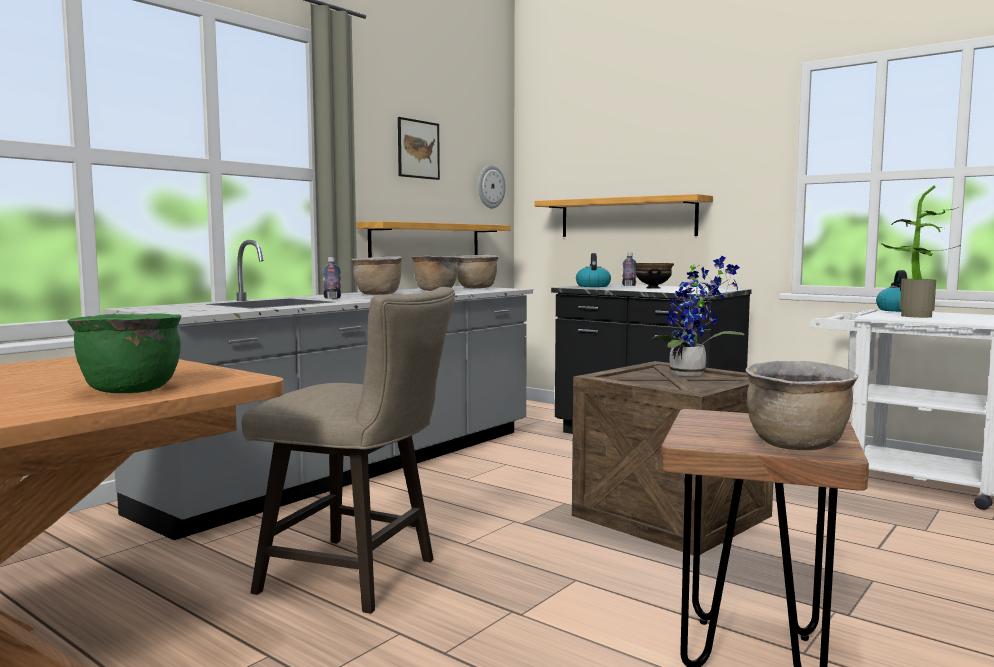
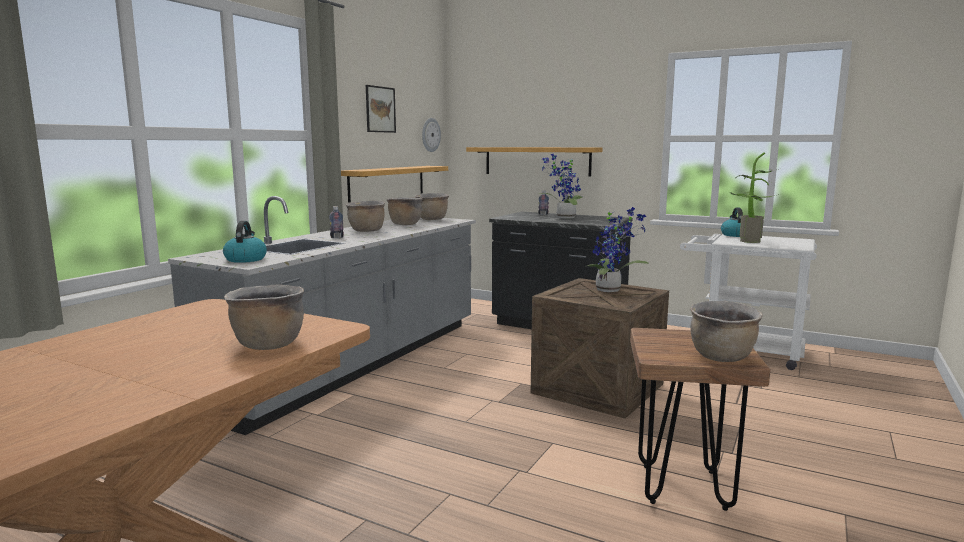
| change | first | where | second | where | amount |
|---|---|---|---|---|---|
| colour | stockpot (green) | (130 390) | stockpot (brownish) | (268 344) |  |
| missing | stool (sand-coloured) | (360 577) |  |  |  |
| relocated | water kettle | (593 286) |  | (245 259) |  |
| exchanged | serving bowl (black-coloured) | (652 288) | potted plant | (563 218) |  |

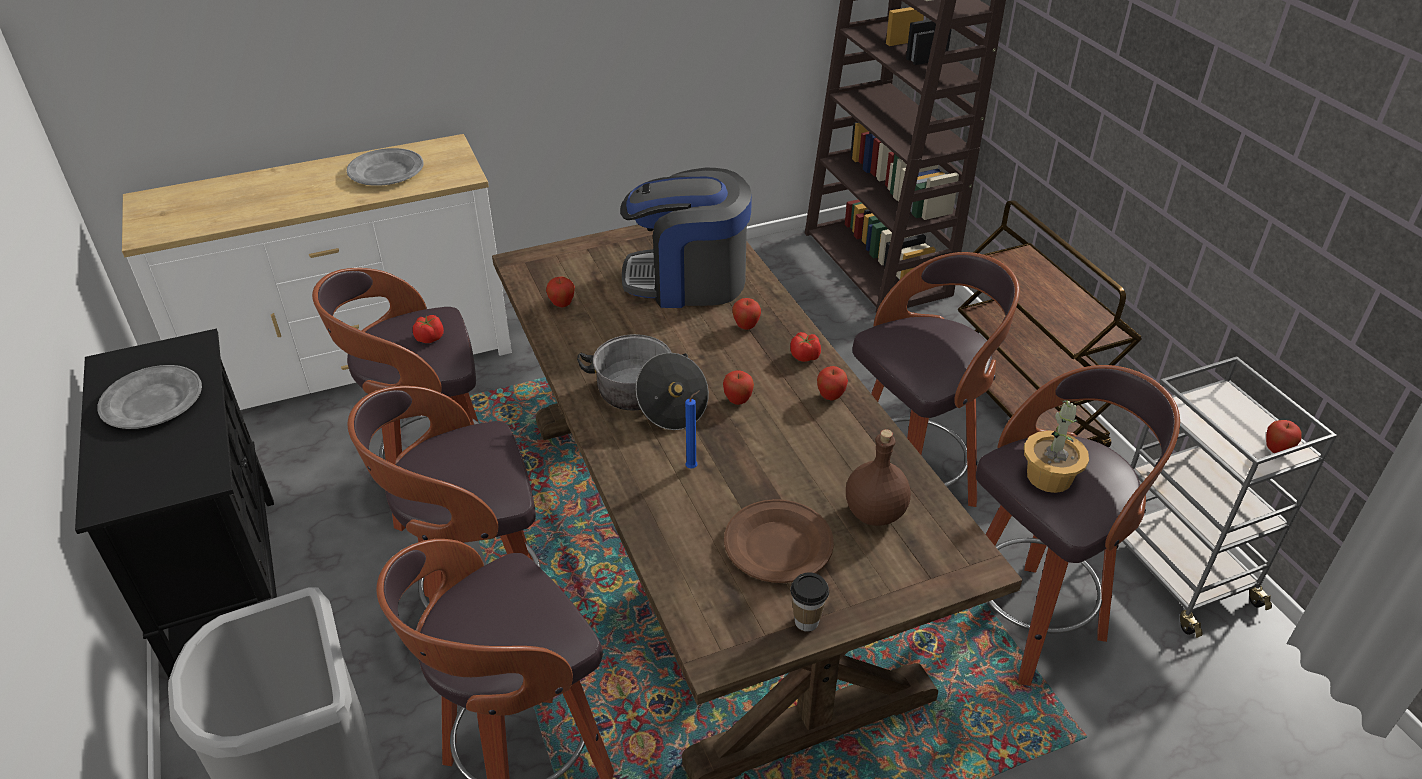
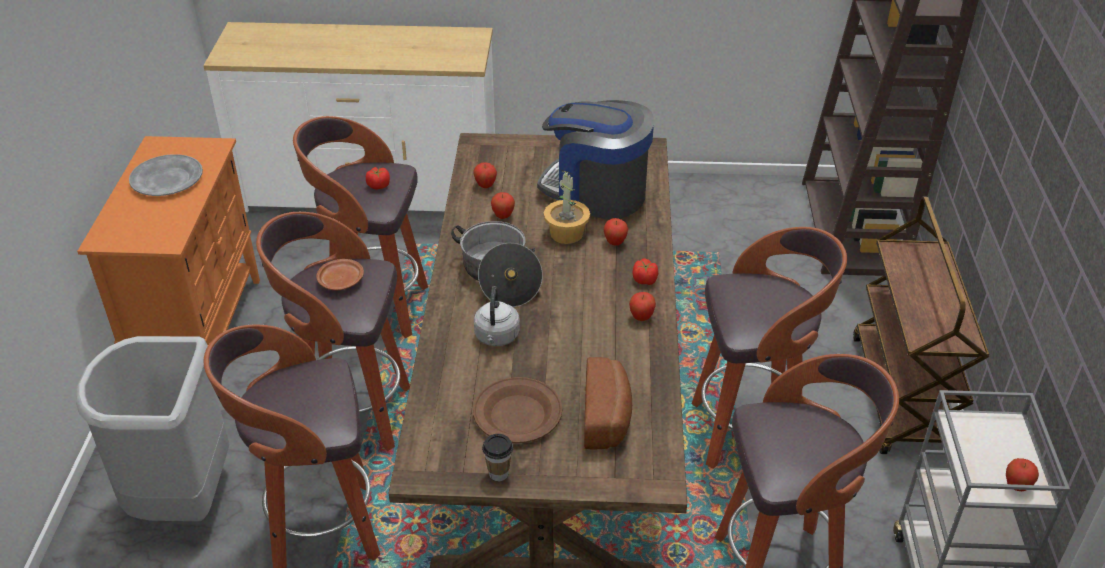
| change | first | where | second | where | amount |
|---|---|---|---|---|---|
| colour | cupboard (black-coloured) | (228 586) | cupboard (orange) | (200 332) |  |
| missing | dinner plate (gray) | (386 171) |  |  |  |
| exchanged | wax light (blue) | (693 467) | water kettle (gray) | (496 337) |  |
| relocated | whole apple | (738 401) |  | (503 216) |  |
| exchanged | bottle (brownish) | (875 514) | bakery bread | (608 417) |  |
| relocated | potted plant | (1049 477) |  | (566 234) |  |
| appeared |  |  | dinner plate (brownish) | (341 281) |  |

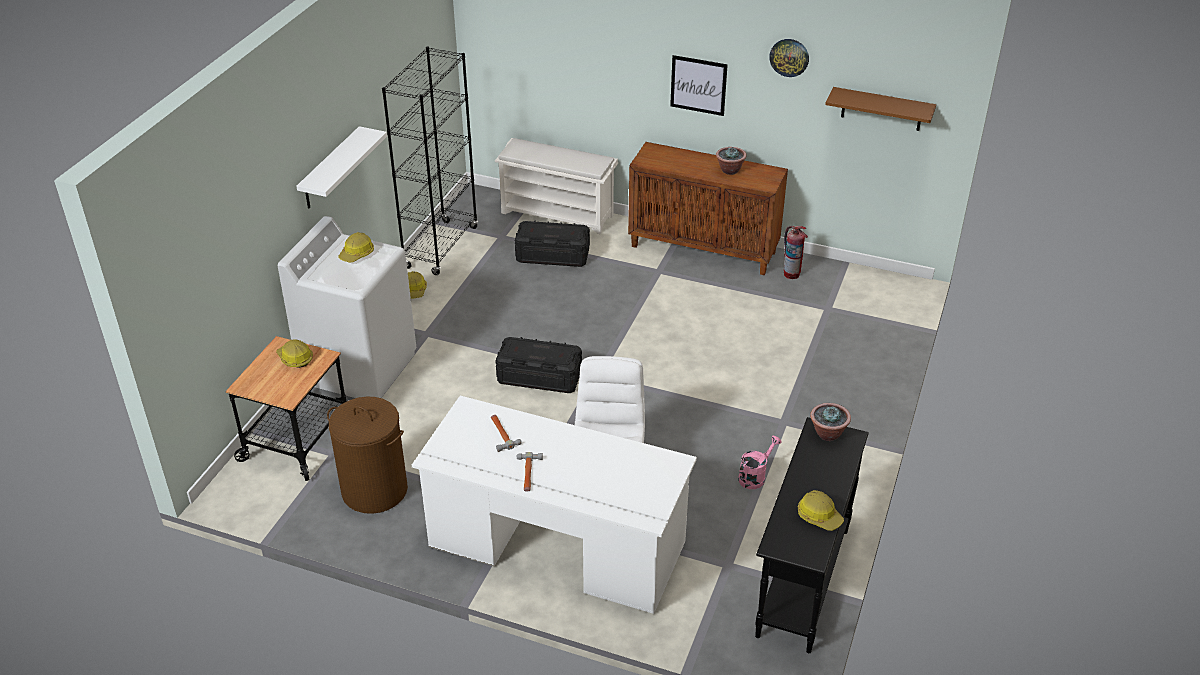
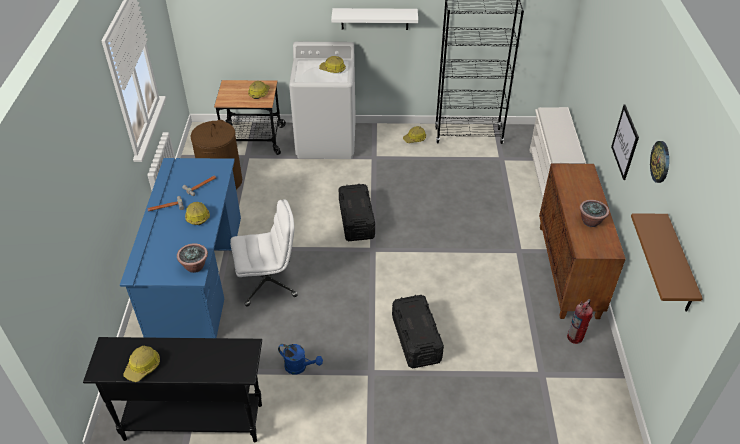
| change | first | where | second | where | amount |
|---|---|---|---|---|---|
| colour | desk (white) | (557 546) | desk (blue) | (196 274) |  |
| relocated | storage bin (black-coloured) | (552 255) |  | (416 339) |  |
| colour | watering pot (pinkish) | (755 476) | watering pot (blue) | (299 367) |  |
| relocated | potted plant | (827 433) |  | (195 266) |  |
| appeared |  |  | safety helmet | (197 216) |  |

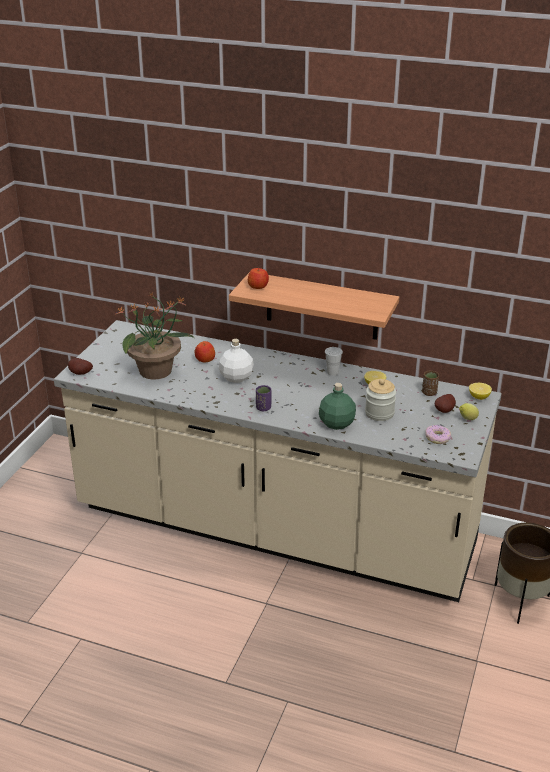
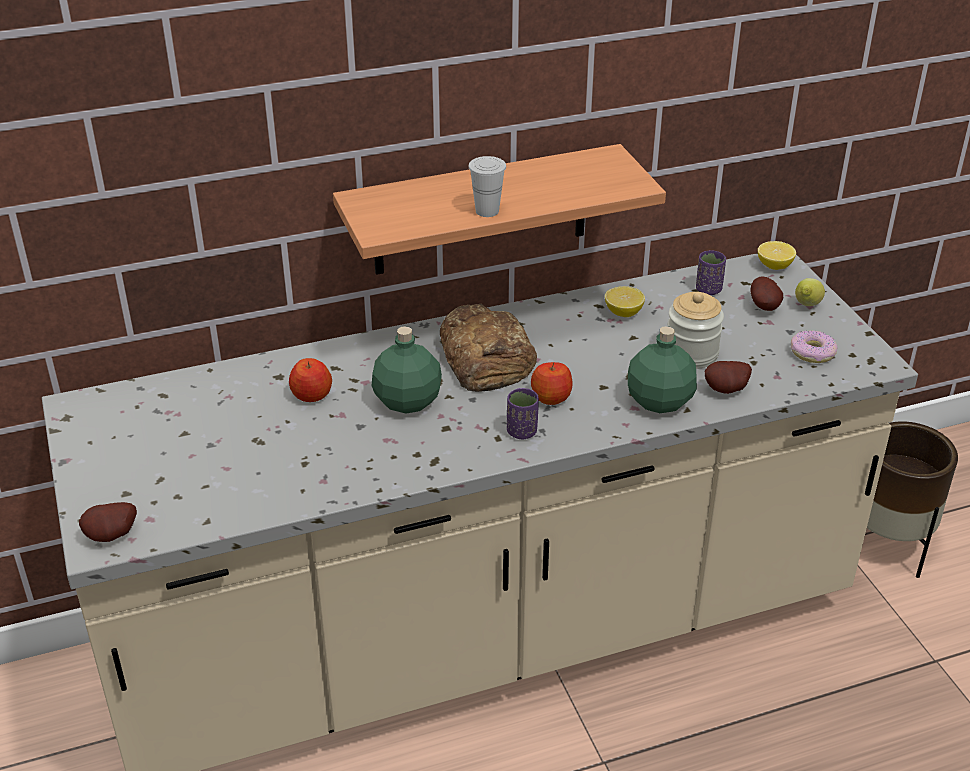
| change | first | where | second | where | amount |
|---|---|---|---|---|---|
| missing | potted plant | (156 371) |  |  |  |
| colour | bottle (white) | (236 377) | bottle (green) | (406 401) |  |
| relocated | whole apple | (258 286) |  | (551 397) |  |
| relocated | small cup (white) | (332 372) |  | (487 211) |  |
| colour | small cup (brownish) | (429 393) | small cup (purple) | (708 289) |  |
| appeared |  |  | bakery bread | (486 358) |  |
| appeared |  |  | whole potato | (727 391) |  |

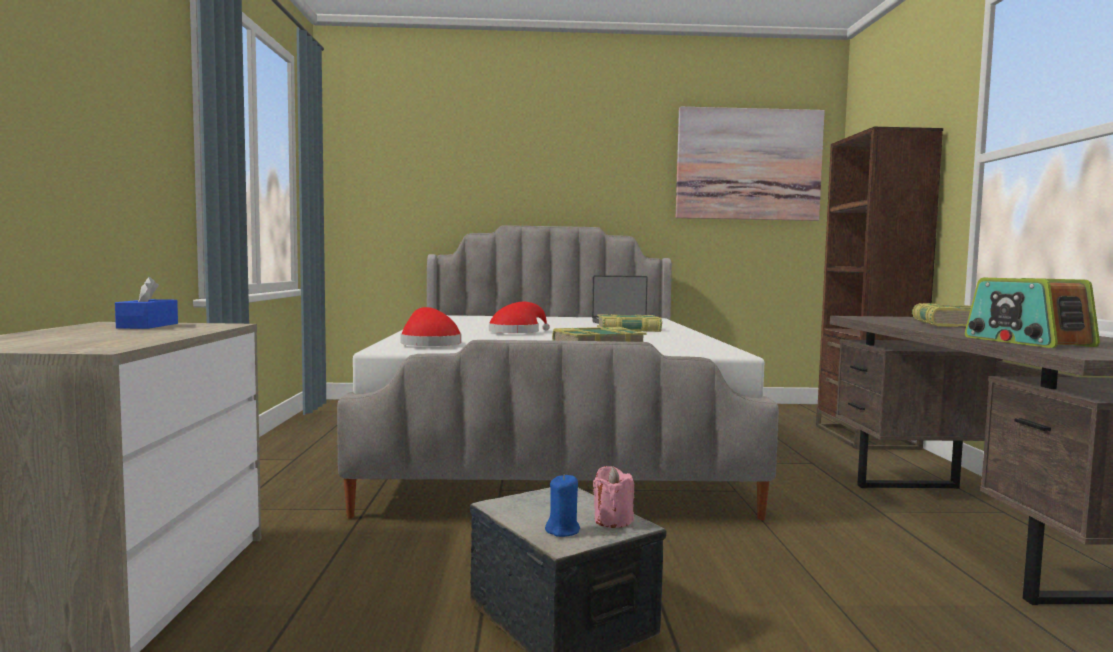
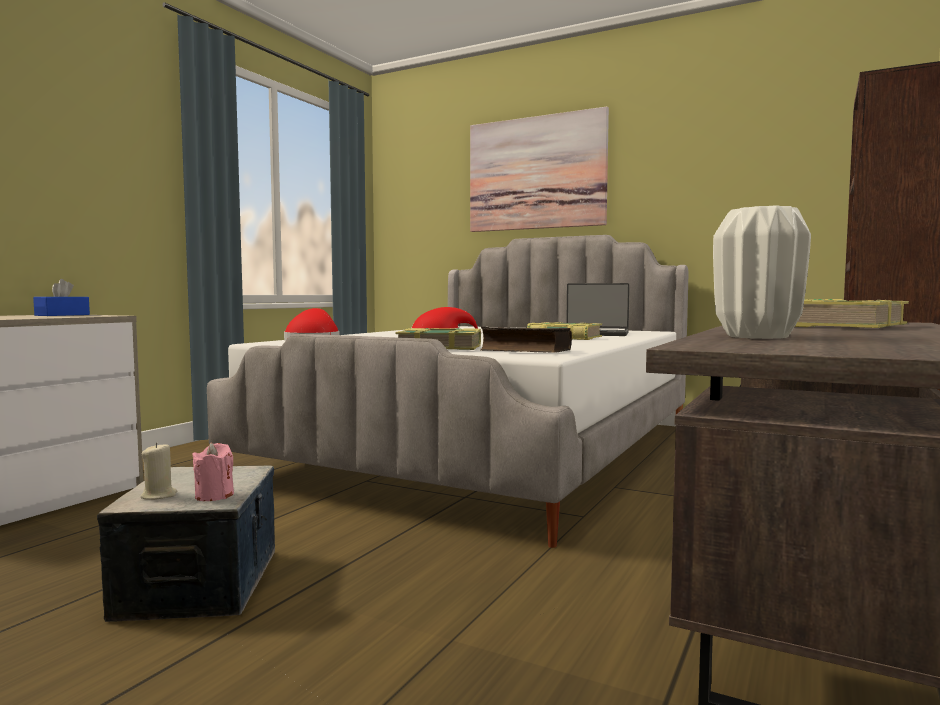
| change | first | where | second | where | amount |
|---|---|---|---|---|---|
| colour | wax light (blue) | (563 531) | wax light (sand-coloured) | (159 495) |  |
| relocated | wall art | (748 164) |  | (536 173) |  |
| exchanged | radio receiver | (1026 342) | vase (white) | (758 337) |  |
| appeared |  |  | volume | (525 351) |  |

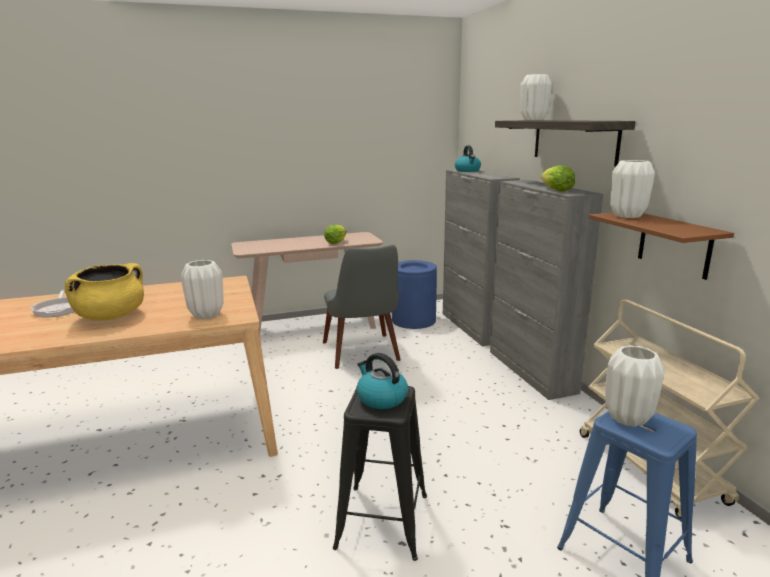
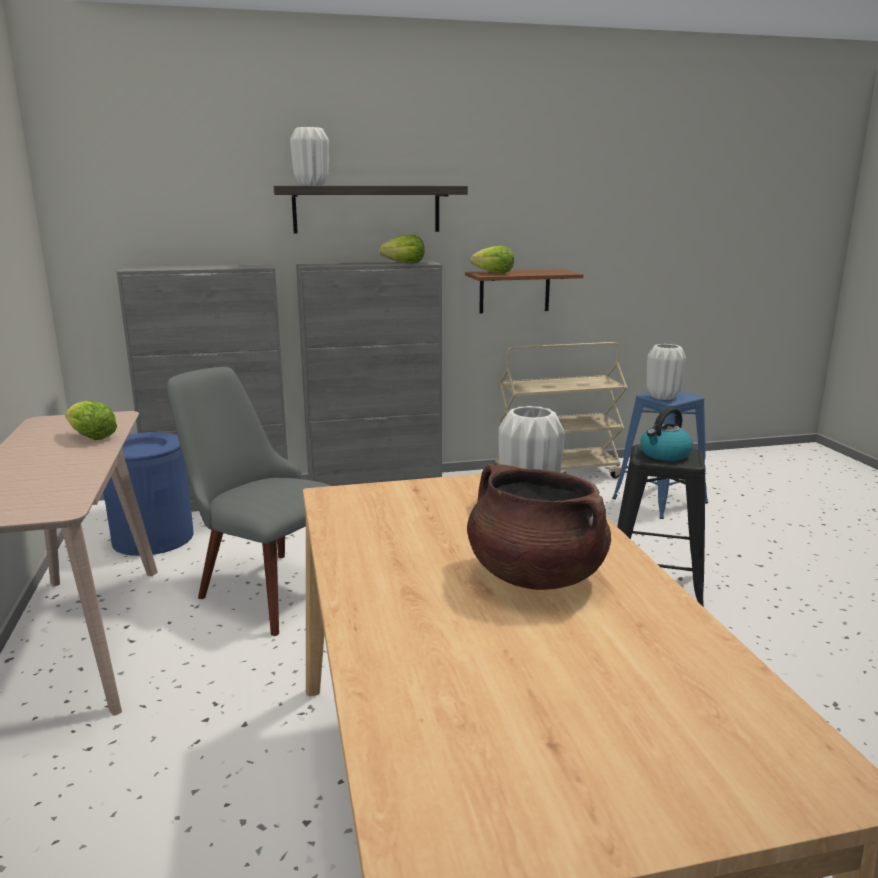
| change | first | where | second | where | amount |
|---|---|---|---|---|---|
| missing | skillet | (59 309) |  |  |  |
| colour | stockpot (yellow-coloured) | (111 316) | stockpot (brownish) | (534 575) |  |
| spun | upright chair (gray) | (364 355) |  | (265 585) | 135 degrees counterclockwise |
| missing | water kettle | (467 171) |  |  |  |
| exchanged | vase (white) | (627 216) | lettuce head | (494 273) |  |

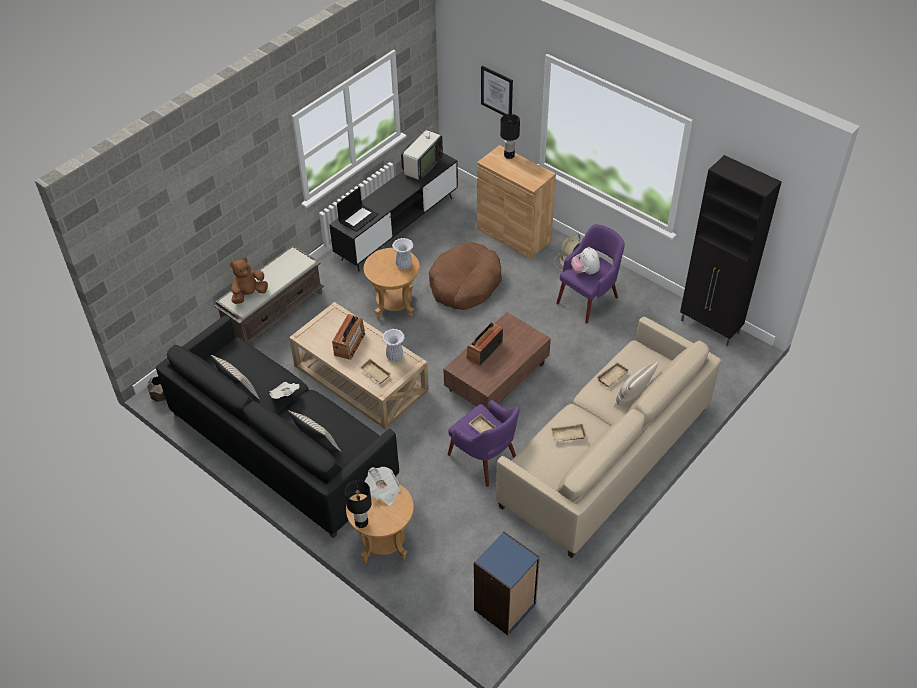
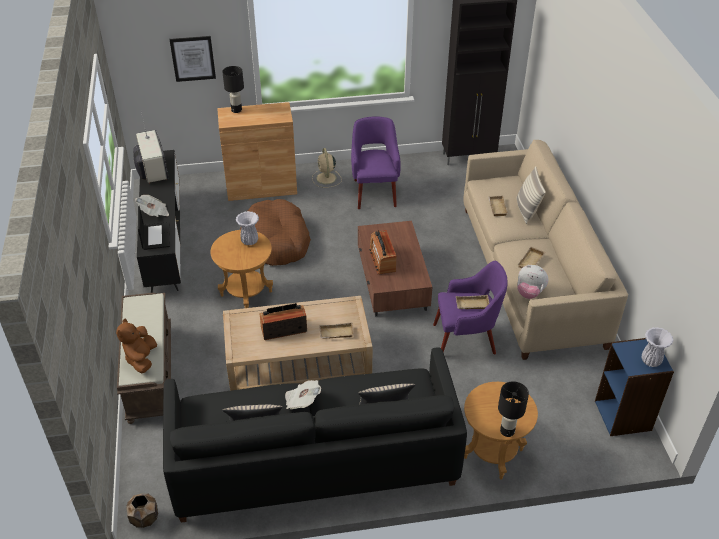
| change | first | where | second | where | amount |
|---|---|---|---|---|---|
| spun | radio receiver | (349 344) |  | (284 329) | 75 degrees counterclockwise |
| relocated | printed paper | (383 491) |  | (154 213) |  |
| relocated | vase (white) | (395 356) |  | (650 361) |  |
| relocated | soft toy | (585 271) |  | (529 293) |  |

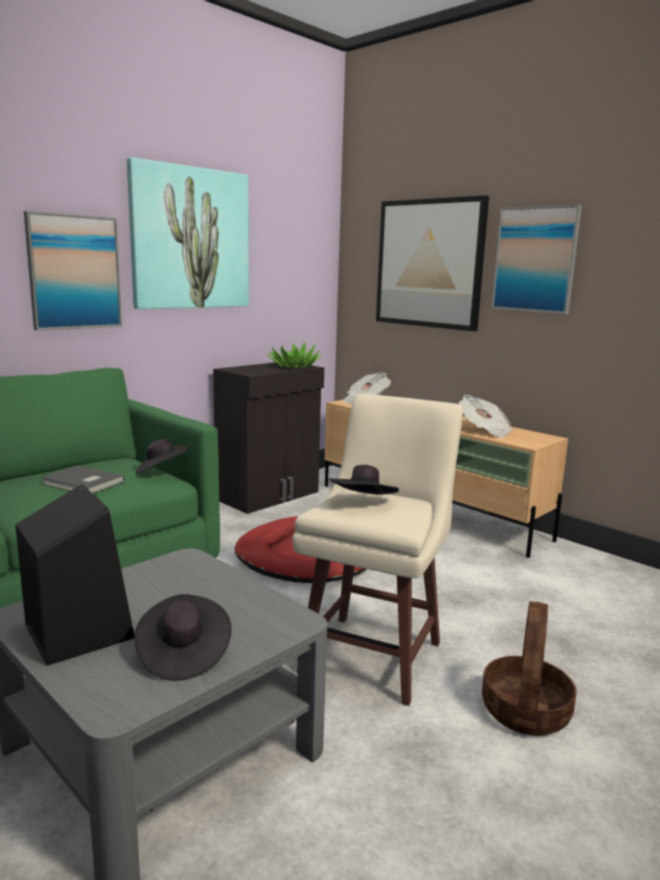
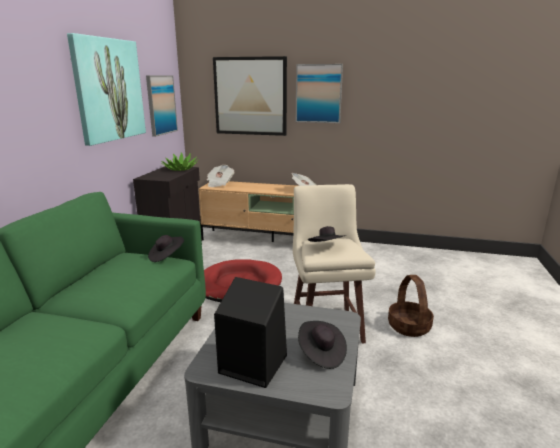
| change | first | where | second | where | amount |
|---|---|---|---|---|---|
| relocated | wall art | (74 272) |  | (161 105) |  |
| missing | volume (gray) | (82 483) |  |  |  |

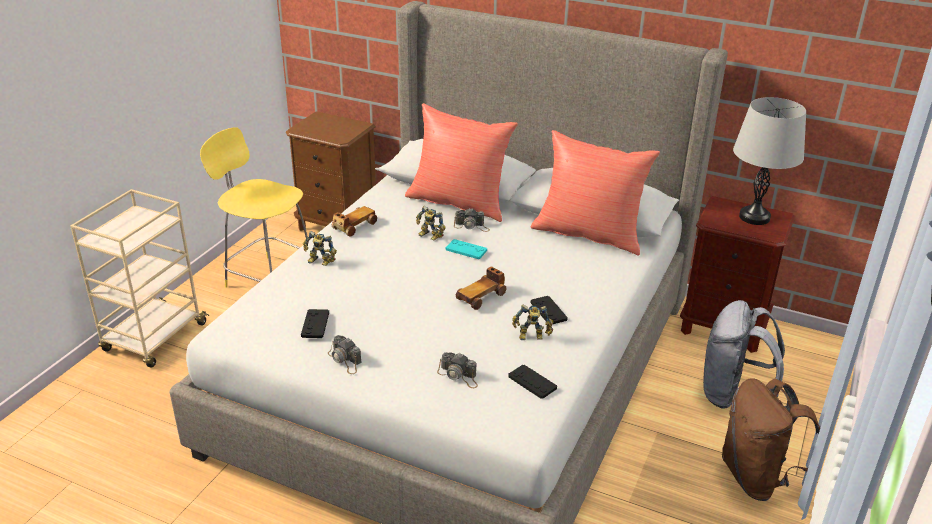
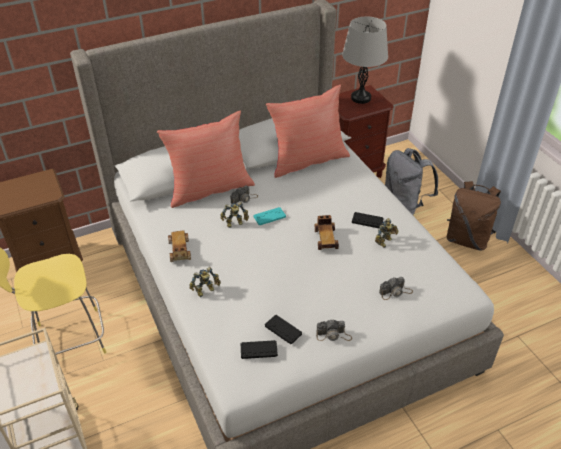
| change | first | where | second | where | amount |
|---|---|---|---|---|---|
| relocated | gamepad (black-coloured) | (532 382) |  | (258 350) |  |

